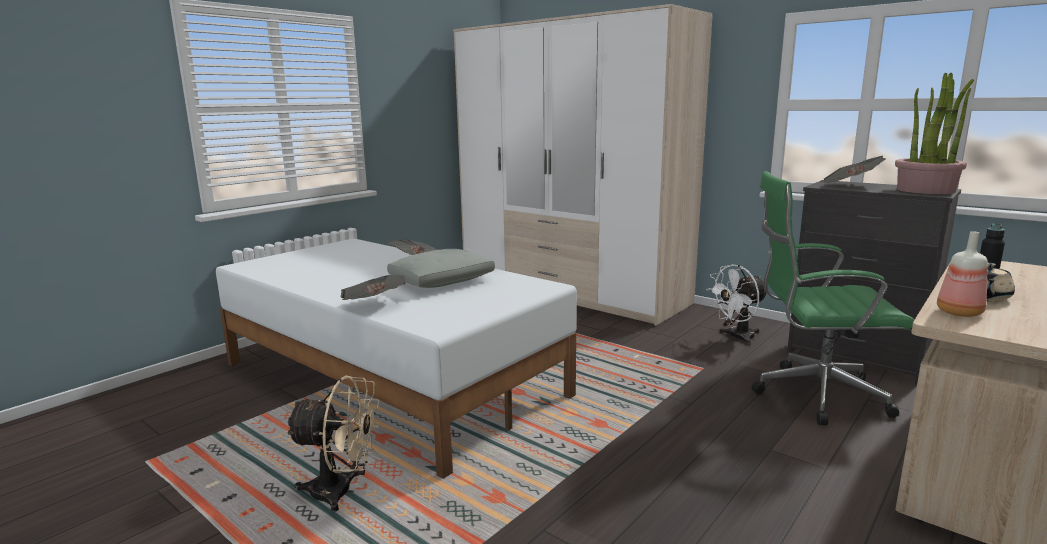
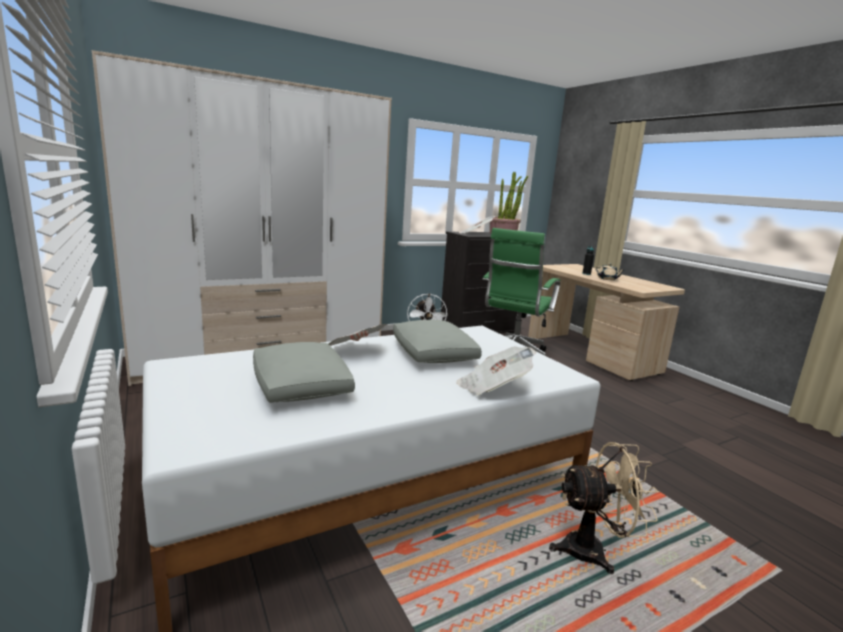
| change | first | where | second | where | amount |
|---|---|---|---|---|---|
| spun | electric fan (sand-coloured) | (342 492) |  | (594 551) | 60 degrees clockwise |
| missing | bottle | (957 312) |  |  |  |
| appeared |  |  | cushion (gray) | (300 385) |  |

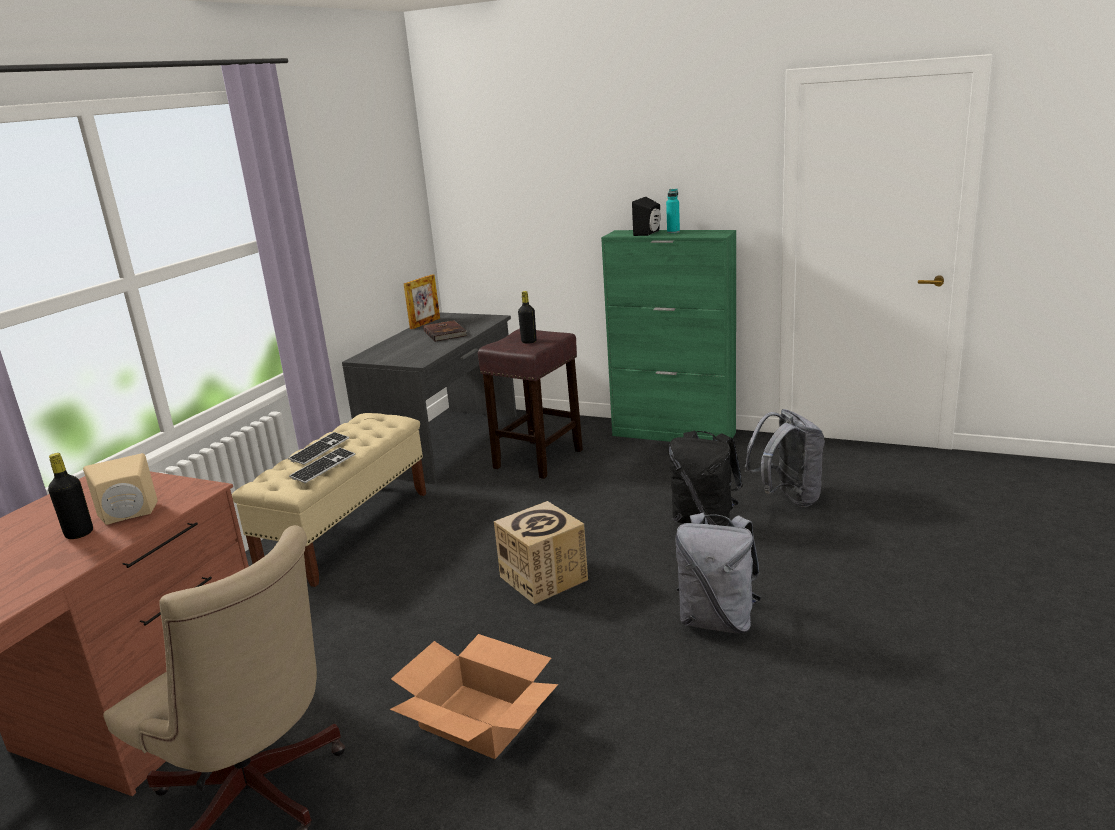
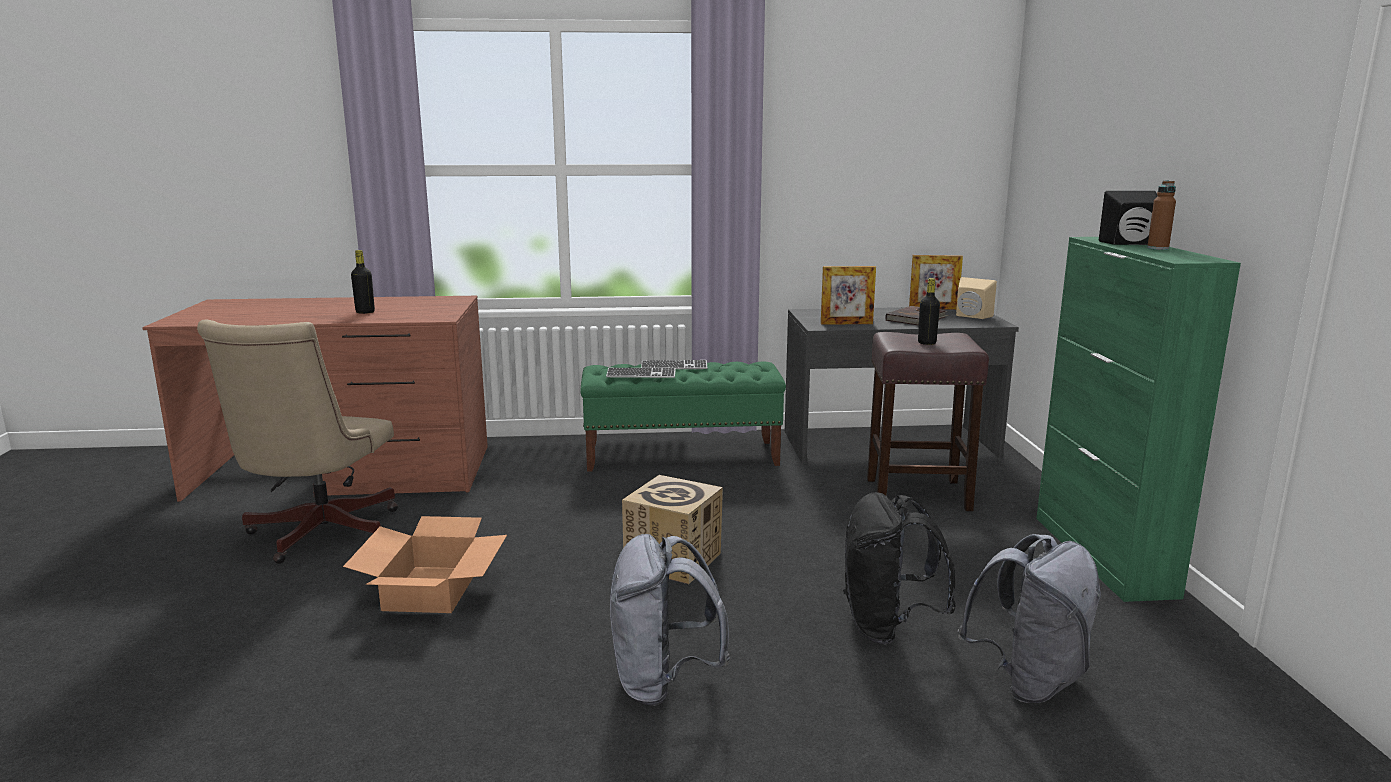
| change | first | where | second | where | amount |
|---|---|---|---|---|---|
| relocated | speaker (sand-coloured) | (128 516) |  | (971 316) |  |
| colour | bench (sand-coloured) | (347 530) | bench (green) | (682 456) |  |
| colour | bottle (blue-green) | (673 232) | bottle (brownish) | (1157 248) |  |
| appeared |  |  | standing frame | (846 323) |  |

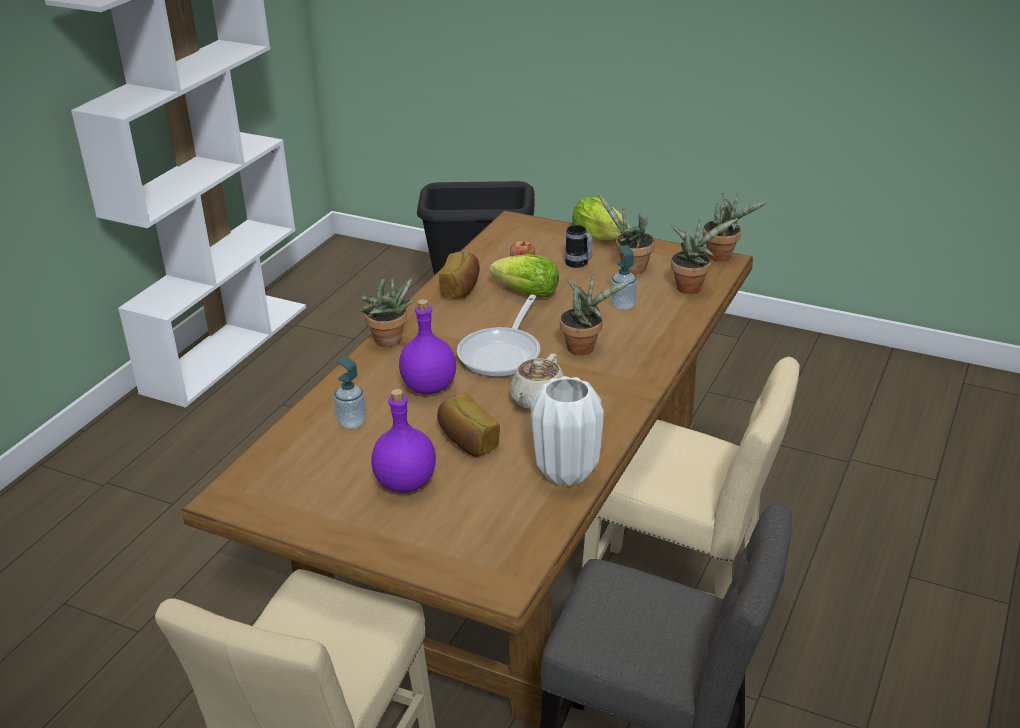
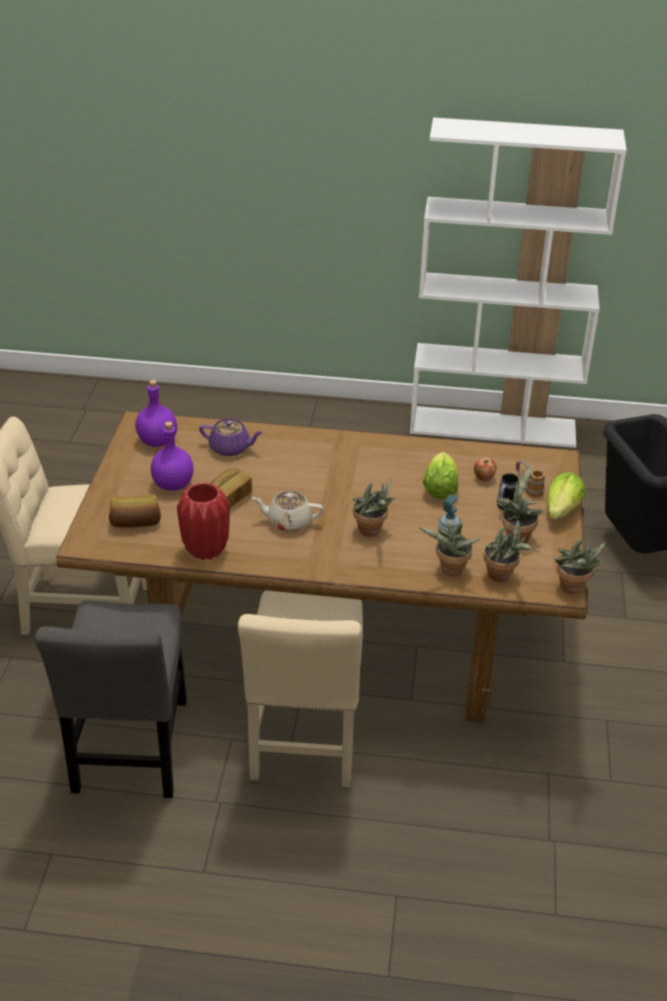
| change | first | where | second | where | amount |
|---|---|---|---|---|---|
| exchanged | soap dispenser | (352 423) | tea pot (purple) | (230 448) |  |
| relocated | potted plant | (390 342) |  | (450 571) |  |
| relocated | bottle (purple) | (429 386) |  | (158 441) |  |
| relocated | bakery bread | (461 288) |  | (135 522) |  |
| missing | skillet | (503 353) |  |  |  |
| colour | vase (white) | (567 473) | vase (red-coloured) | (205 550) |  |
| appeared |  |  | coffee mug | (527 489) |  |

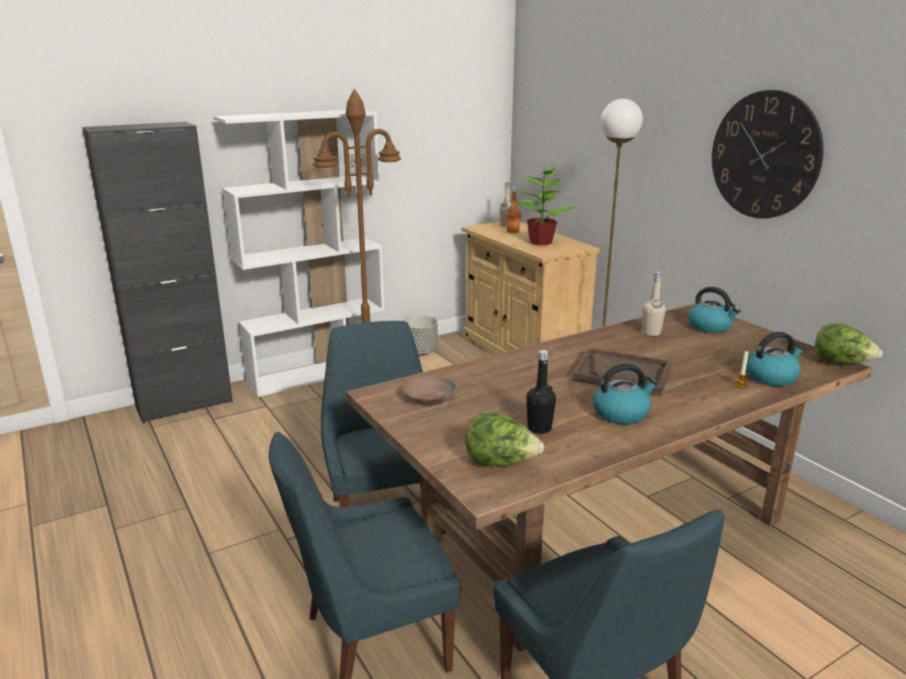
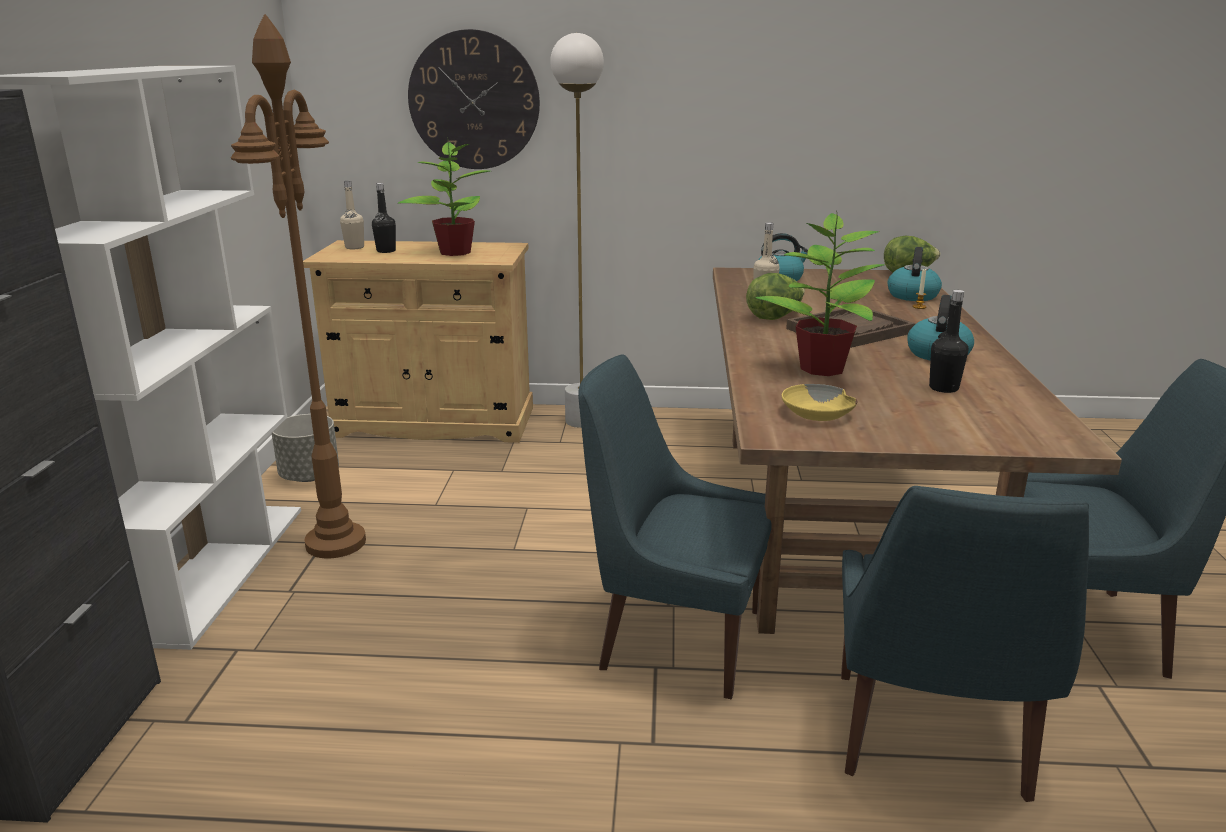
| change | first | where | second | where | amount |
|---|---|---|---|---|---|
| colour | serving bowl (brownish) | (428 399) | serving bowl (yellow-coloured) | (817 413) |  |
| relocated | lettuce head | (500 463) |  | (775 317) |  |
| colour | bottle (orange) | (512 232) | bottle (black-coloured) | (386 251) |  |
| relocated | wall clock | (764 155) |  | (474 100) |  |
| appeared |  |  | potted plant | (821 369) |  |

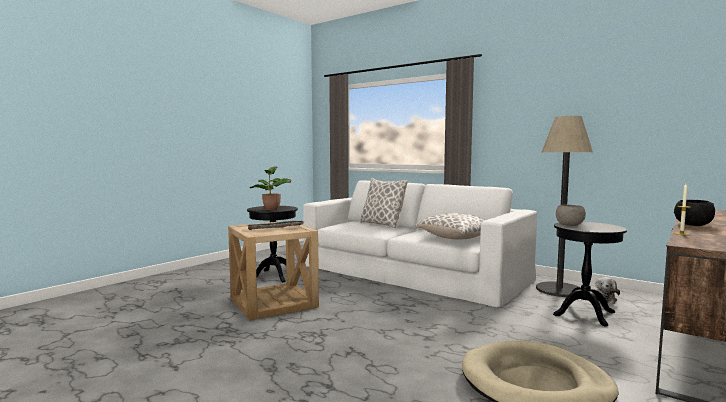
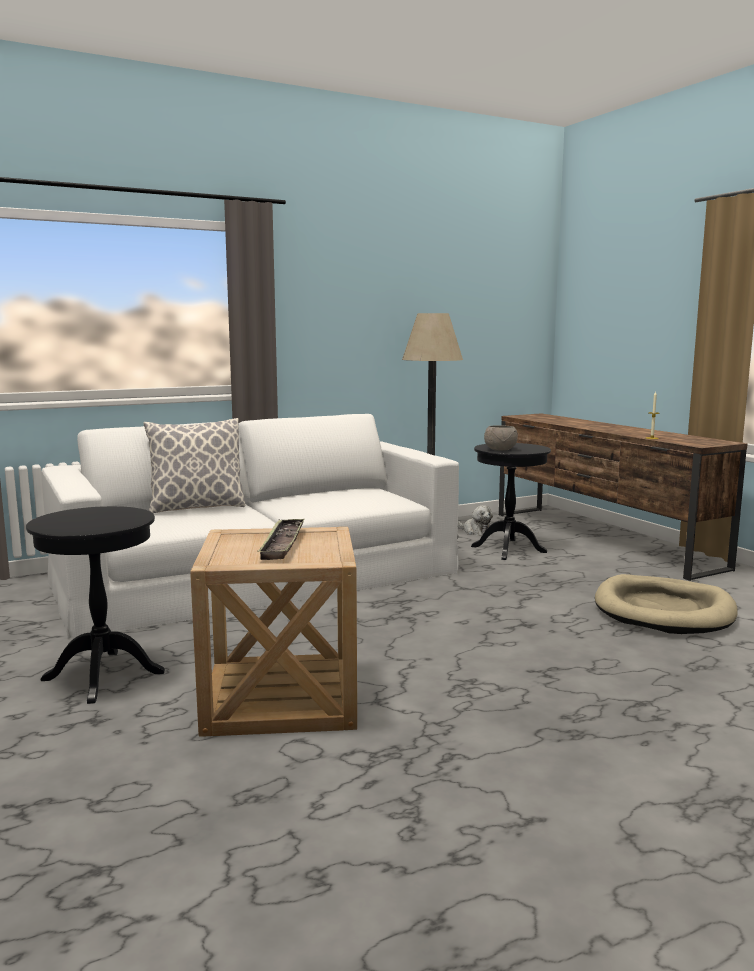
| change | first | where | second | where | amount |
|---|---|---|---|---|---|
| missing | potted plant | (271 209) |  |  |  |
| missing | cushion | (454 238) |  |  |  |
| missing | serving bowl (black-coloured) | (692 224) |  |  |  |

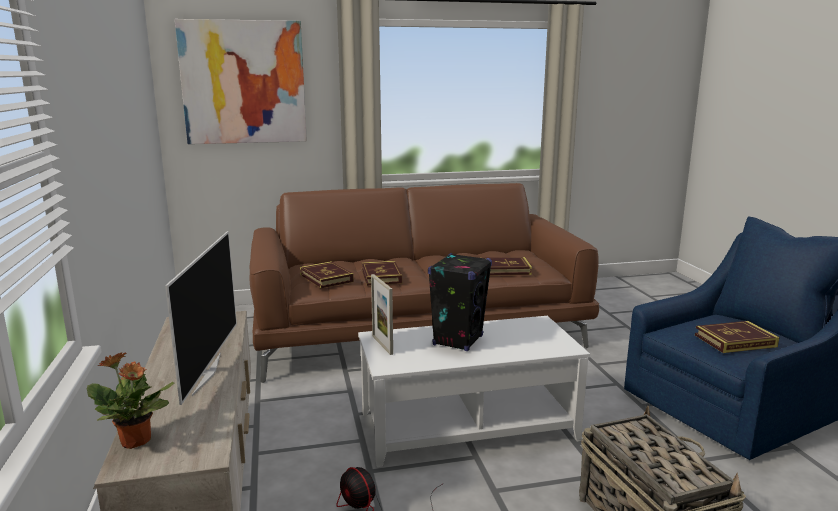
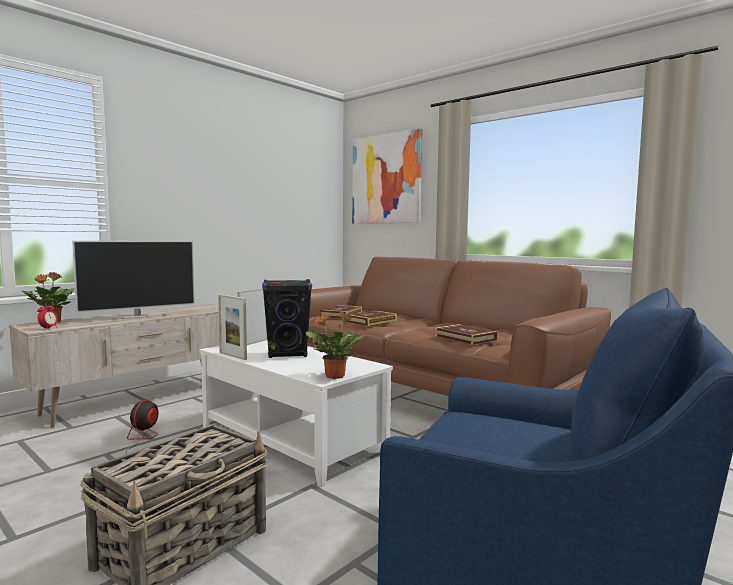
| change | first | where | second | where | amount |
|---|---|---|---|---|---|
| missing | volume | (735 341) |  |  |  |
| appeared |  |  | table clock | (48 328) |  |
| appeared |  |  | standing frame | (232 356) |  |
| appeared |  |  | potted plant | (334 376) |  |

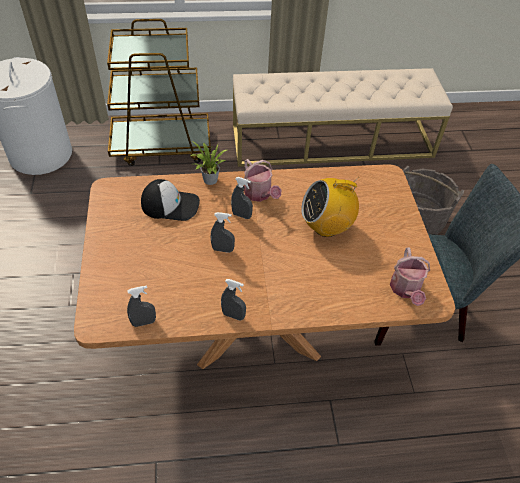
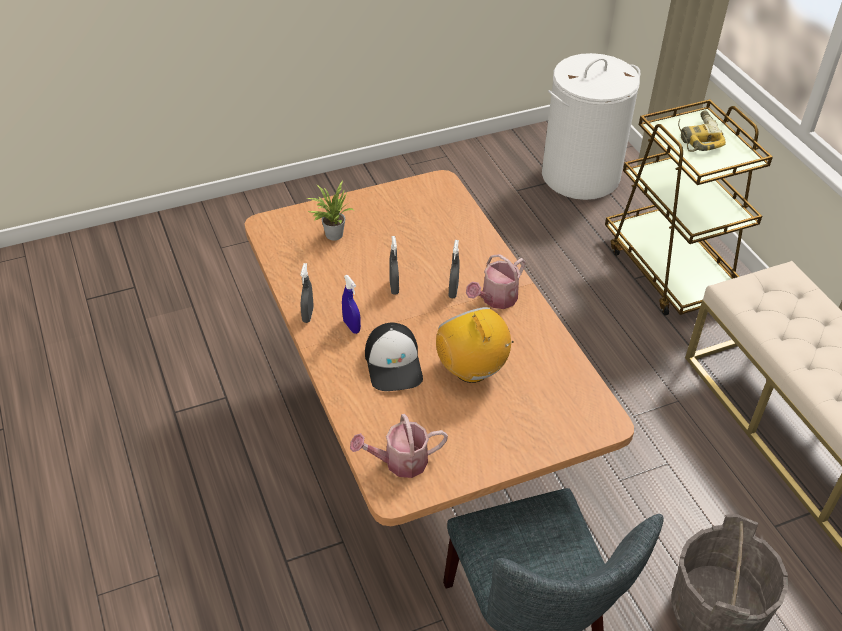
| change | first | where | second | where | amount |
|---|---|---|---|---|---|
| missing | spray bottle (gray) | (143 322) |  |  |  |
| relocated | cap | (170 204) |  | (394 364) |  |
| relocated | potted plant | (209 181) |  | (331 234) |  |
| appeared |  |  | spray bottle (blue) | (351 326) |  |
| appeared |  |  | electric drill | (696 137) |  |

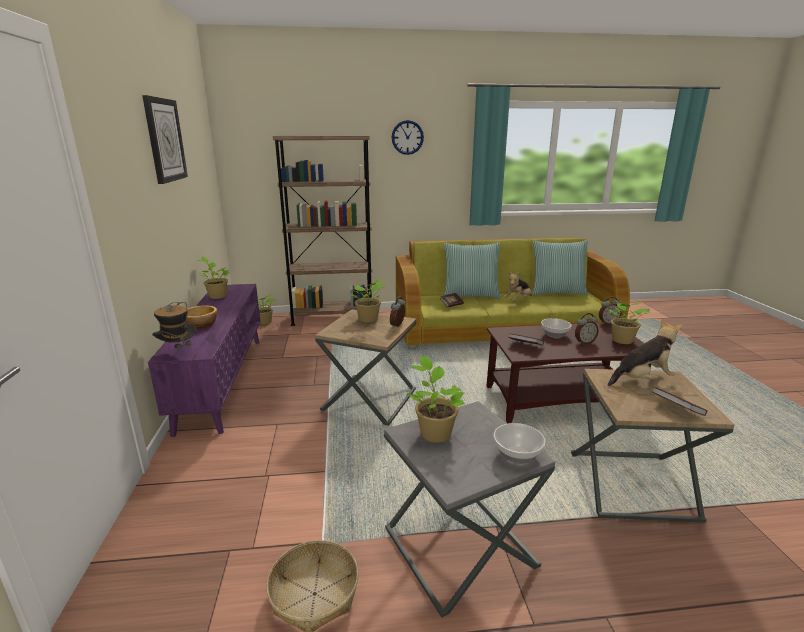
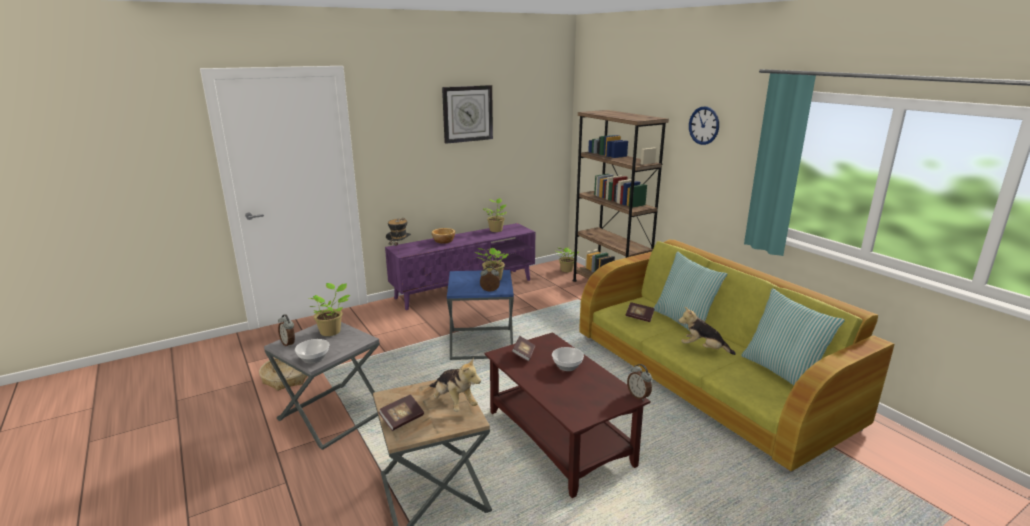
| change | first | where | second | where | amount |
|---|---|---|---|---|---|
| colour | side table (brownish) | (369 399) | side table (blue) | (481 343) |  |
| relocated | table clock | (584 342) |  | (289 344) |  |
| missing | potted plant | (622 341) |  |  |  |

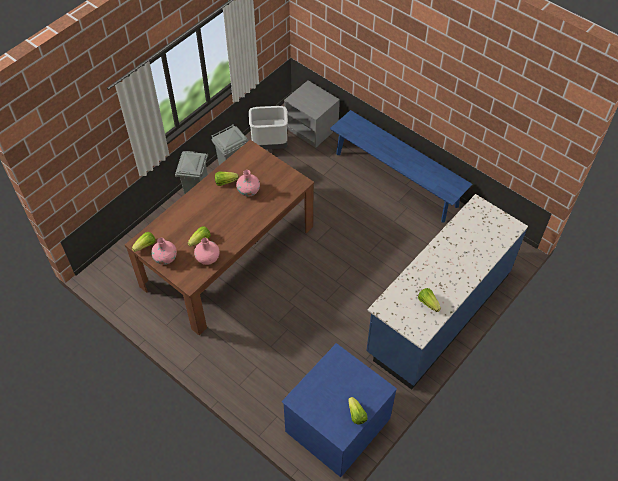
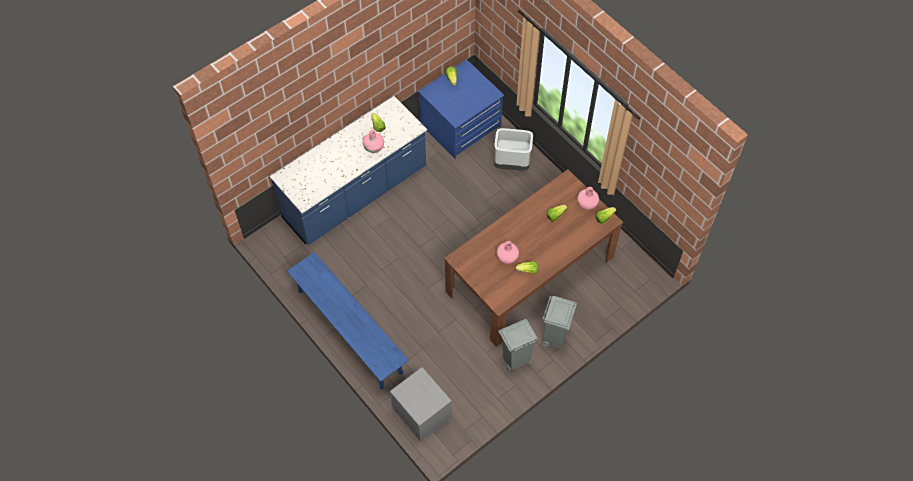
| change | first | where | second | where | amount |
|---|---|---|---|---|---|
| relocated | vase (pinkish) | (207 258) |  | (374 147) |  |
| relocated | rubbish bin (gray) | (269 146) |  | (512 163) |  |

